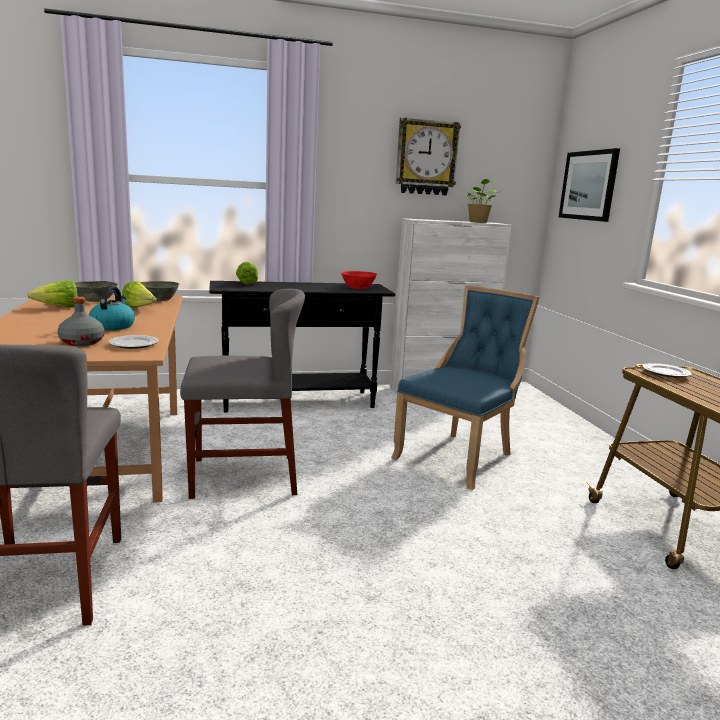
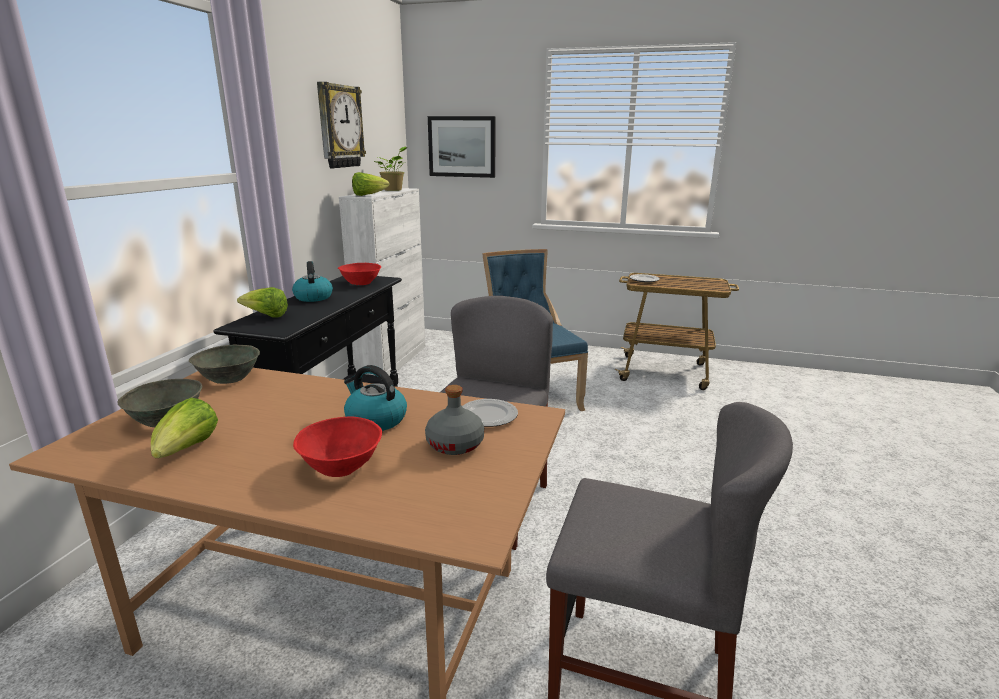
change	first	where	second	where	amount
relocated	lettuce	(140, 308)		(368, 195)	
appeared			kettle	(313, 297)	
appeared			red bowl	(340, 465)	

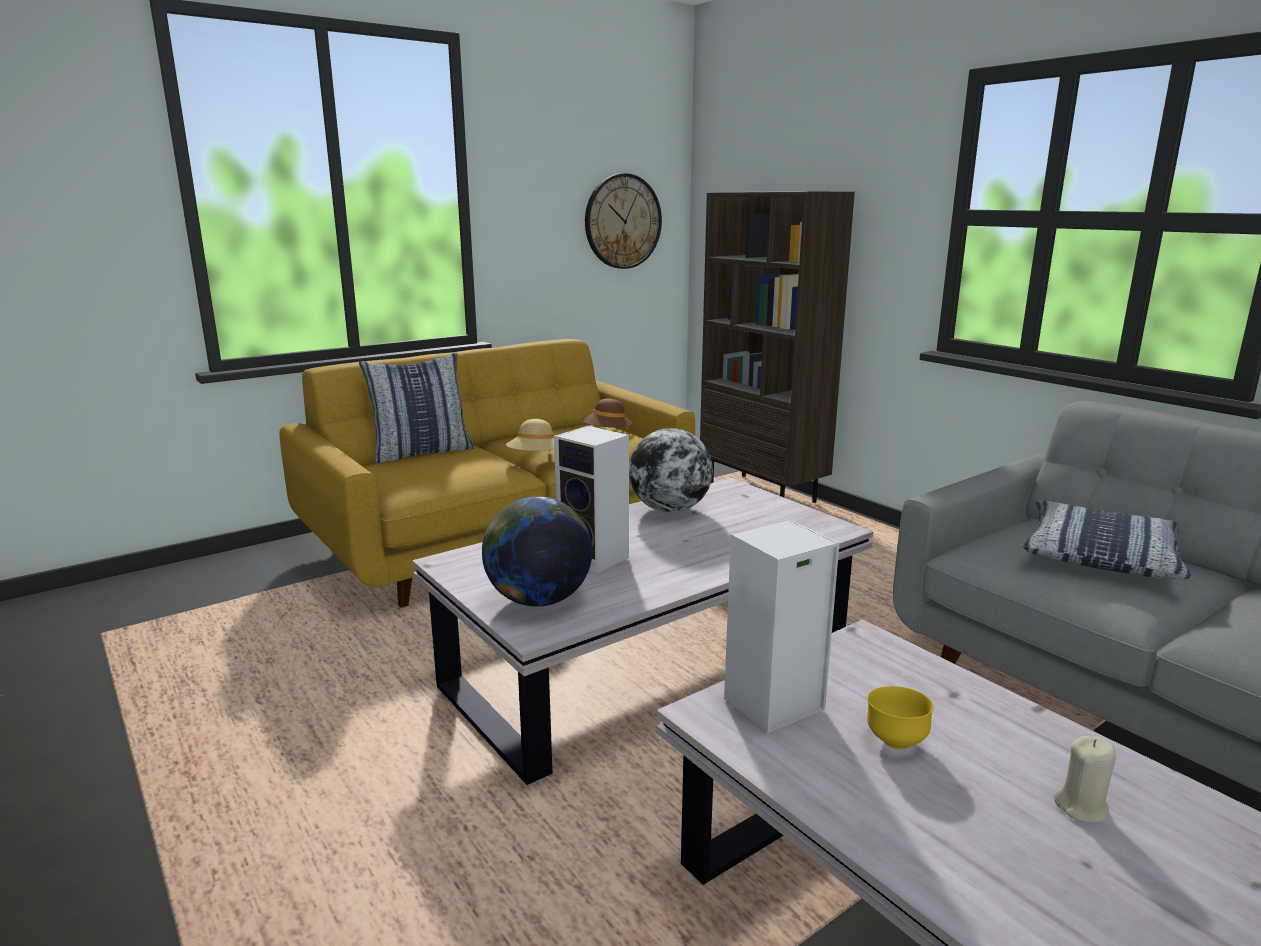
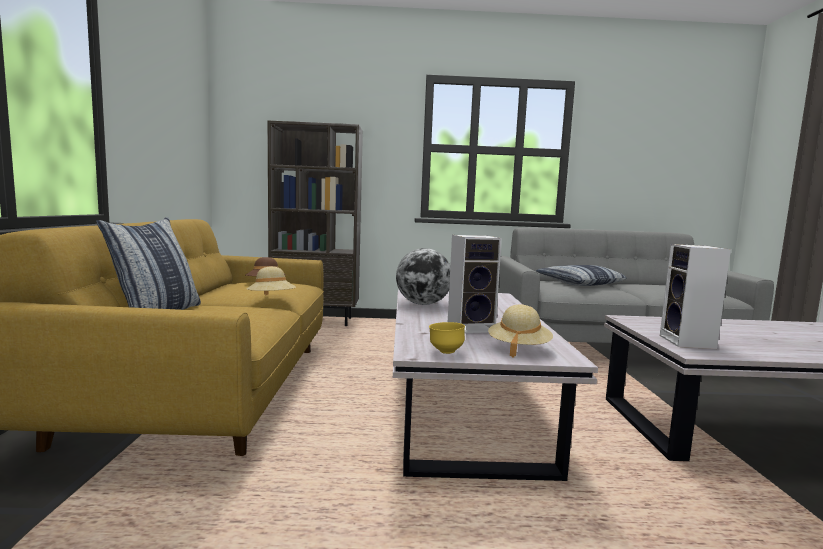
change	first	where	second	where	amount
exchanged	globe	(538, 600)	beige hat	(518, 348)	
missing	wall clock	(622, 221)			
relocated	yellow bowl	(895, 742)		(445, 352)	
missing	beige candle	(1081, 807)			

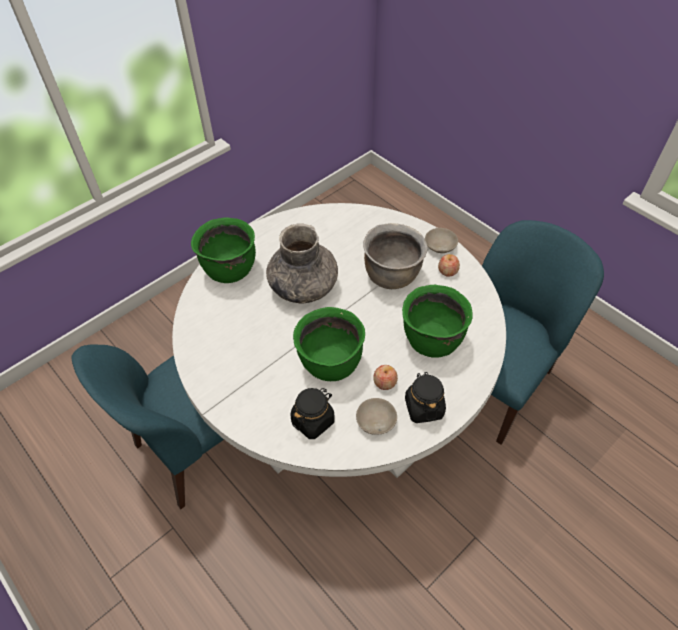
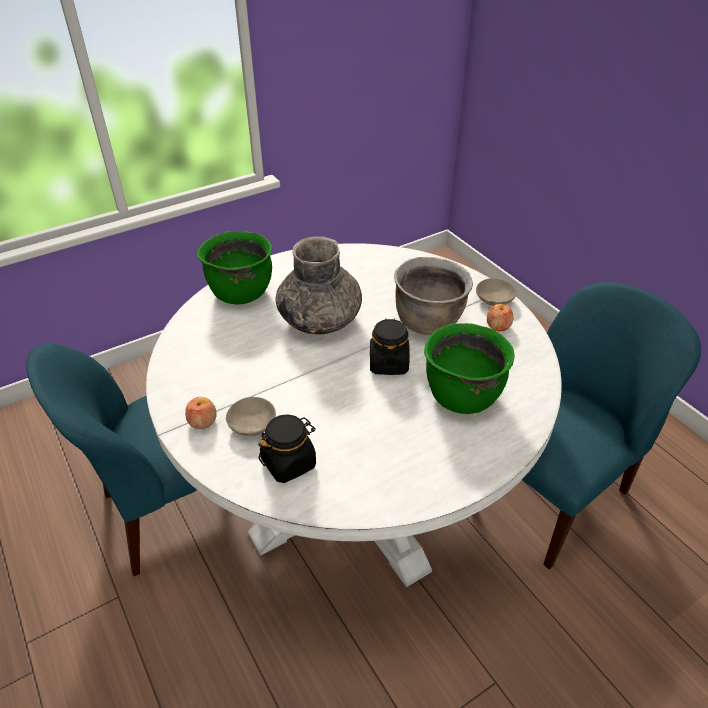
change	first	where	second	where	amount
missing	green cooking pot	(330, 364)			
relocated	beige bowl	(376, 420)		(254, 424)	
relocated	apple	(385, 382)		(202, 421)	
relocated	black jar	(423, 407)		(388, 363)	

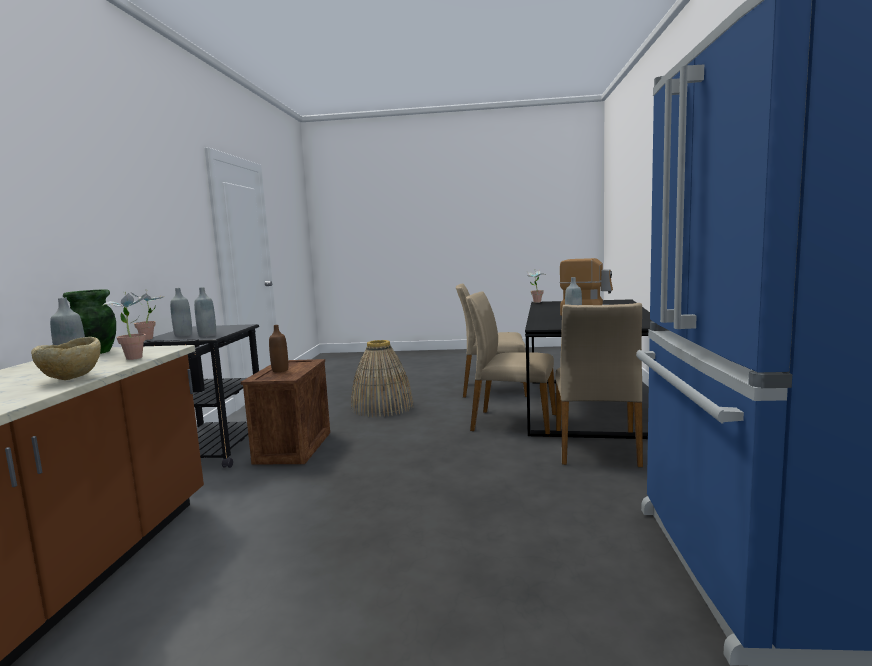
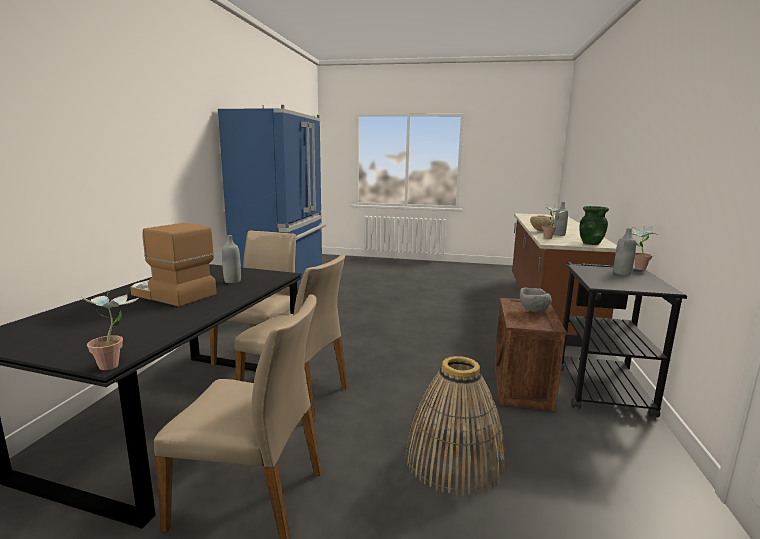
change	first	where	second	where	amount
missing	grey bottle	(207, 335)			
exchanged	brown bottle	(280, 370)	grey bowl	(533, 311)	

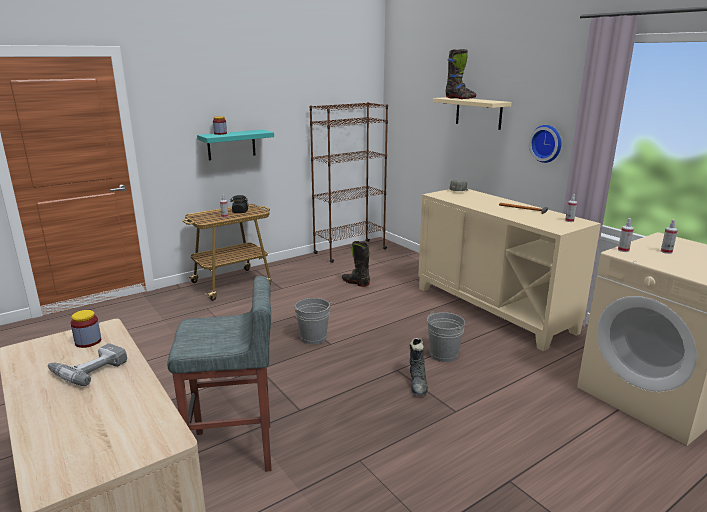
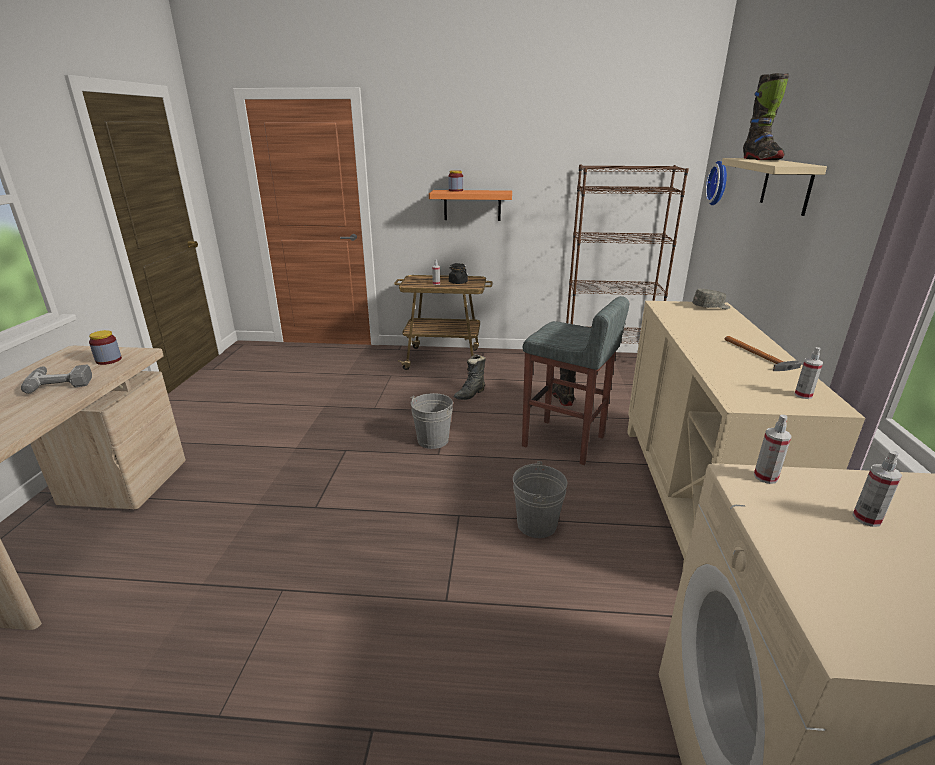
change	first	where	second	where	amount
relocated	grey stool	(234, 451)		(564, 442)	
colour	turquoise shelf	(231, 144)	orange shelf	(472, 205)	
relocated	black boot	(418, 384)		(470, 394)	
relocated	wall clock	(547, 143)		(719, 183)	

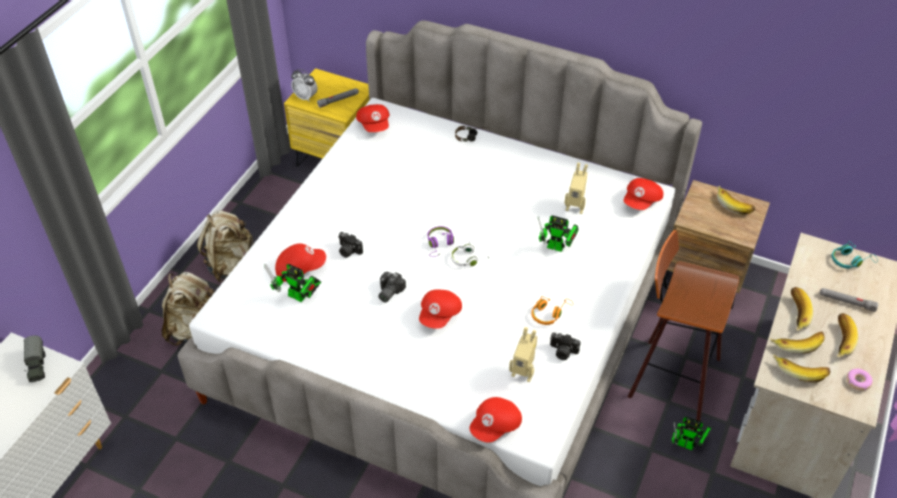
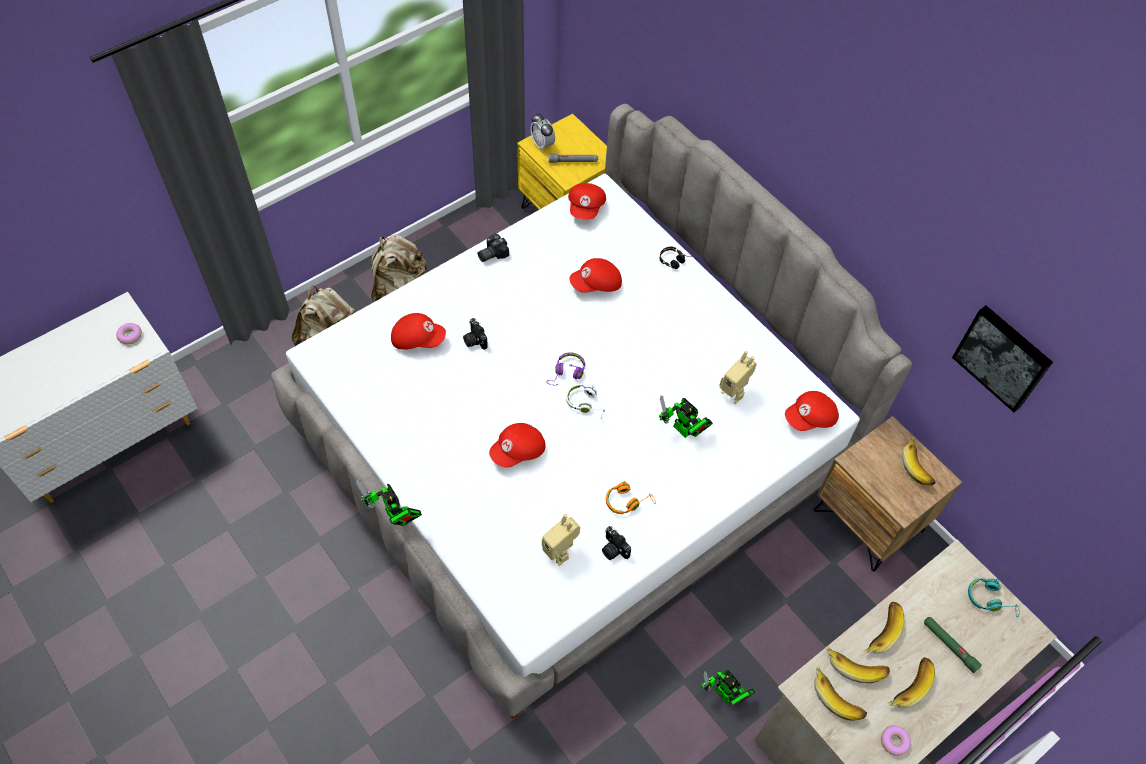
change	first	where	second	where	amount
exchanged	toy truck	(37, 365)	donut	(130, 336)	
relocated	toy robot	(299, 297)		(395, 518)	
relocated	photo camera	(388, 292)		(491, 253)	
relocated	red cap	(496, 426)		(596, 284)	
missing	stool	(670, 378)			
colour	grey flashlight	(846, 302)	green flashlight	(949, 645)	
appeared			picture	(1003, 357)	

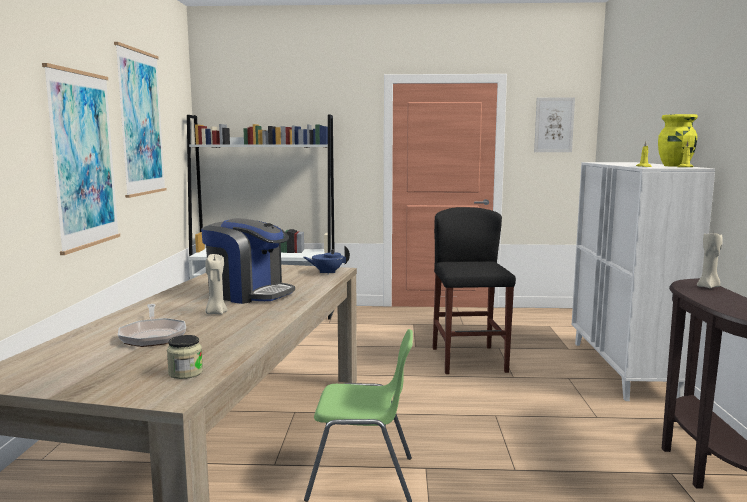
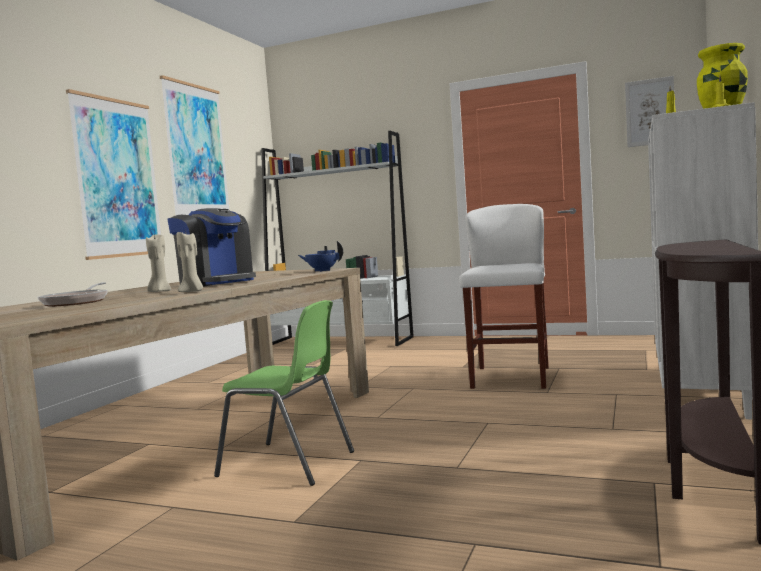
change	first	where	second	where	amount
missing	jar	(185, 373)			
colour	black stool	(469, 360)	white stool	(510, 377)	
relocated	beige candle	(708, 287)		(192, 292)	

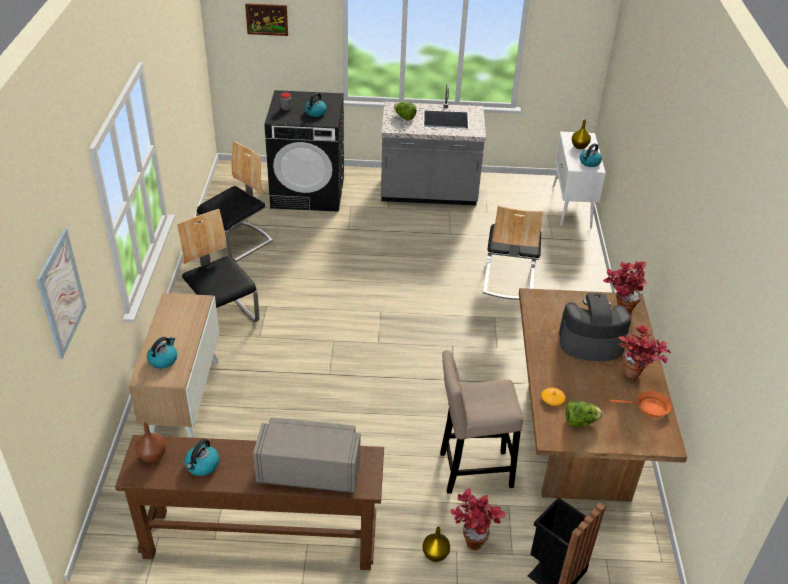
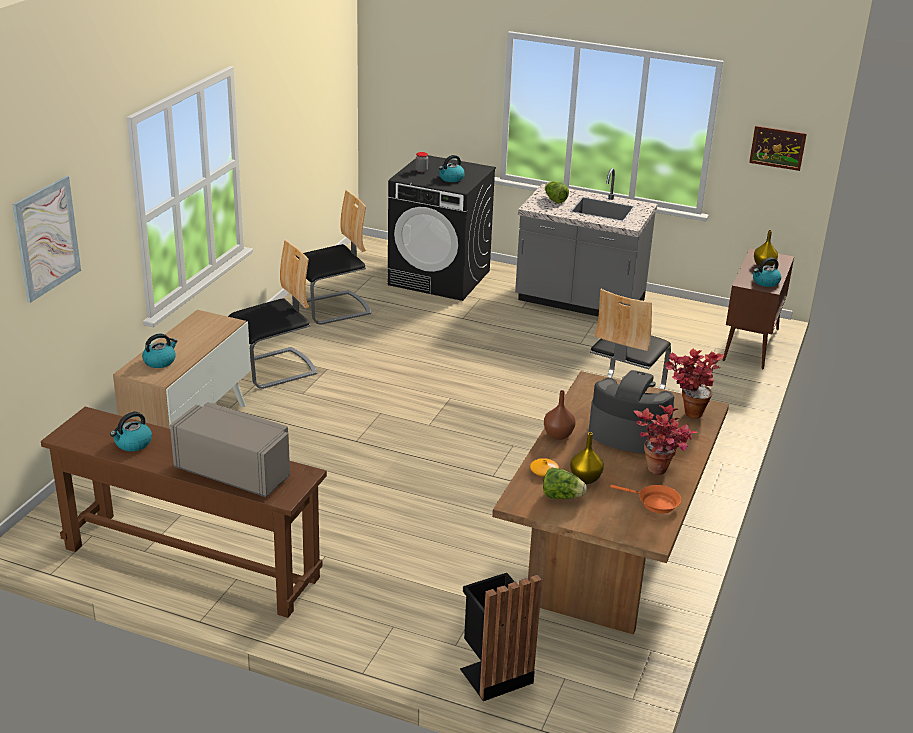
change	first	where	second	where	amount
relocated	brown vase	(152, 456)		(557, 435)	
spun	chair	(222, 317)		(274, 369)	75 degrees clockwise
relocated	picture	(267, 19)		(777, 147)	
relocated	yellow vase	(434, 554)		(584, 478)	
missing	beige stool	(471, 470)			
missing	potted plant	(472, 538)			
colour	white cabinet	(571, 207)	brown cabinet	(751, 345)	

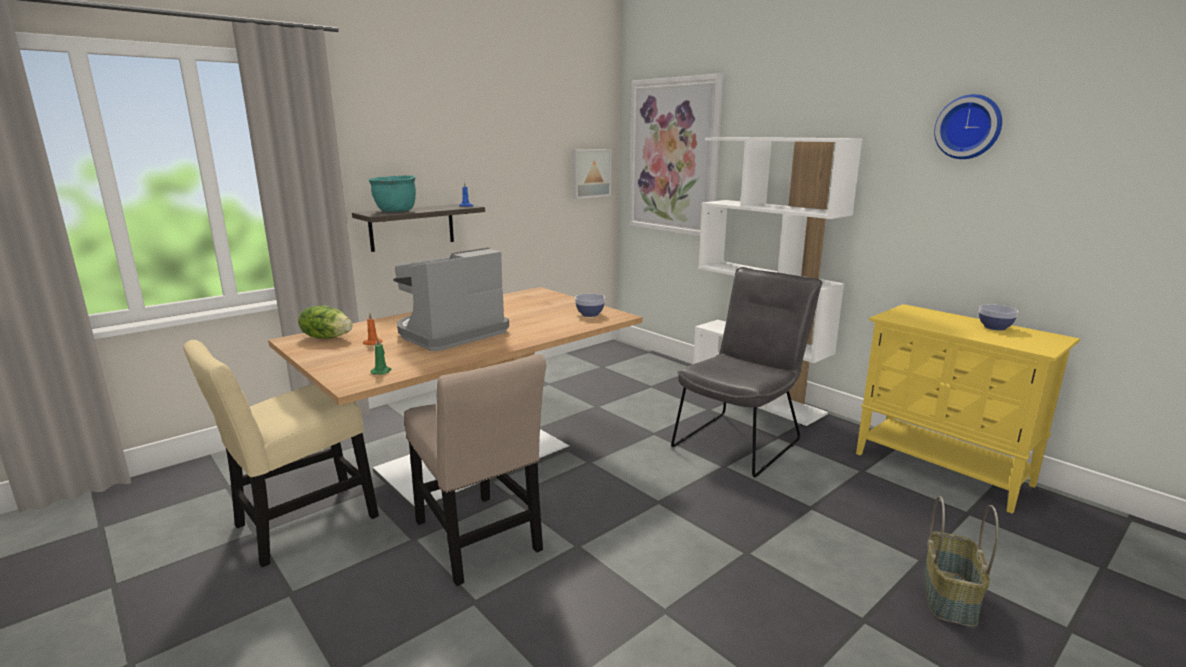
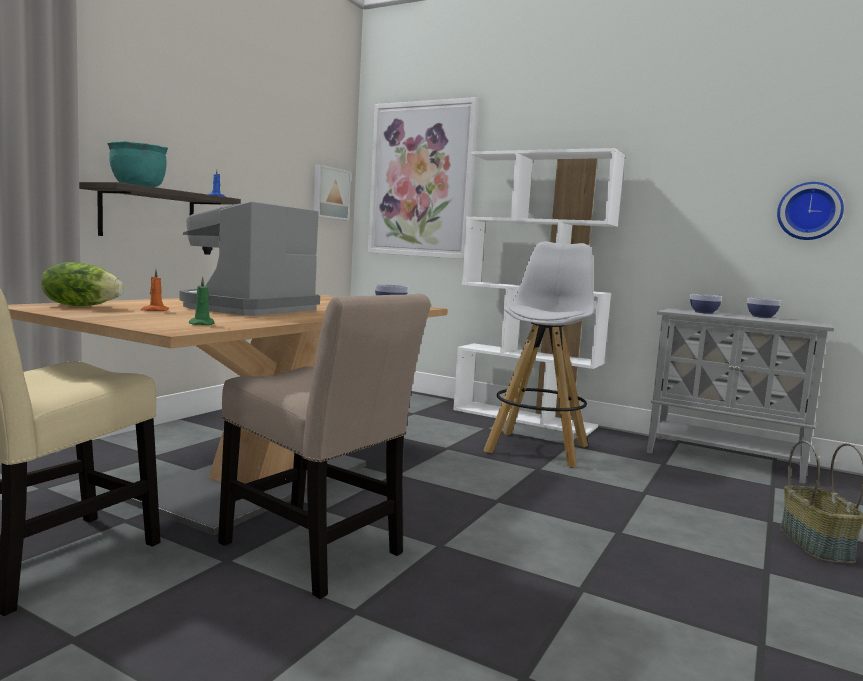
change	first	where	second	where	amount
exchanged	grey chair	(741, 440)	white stool	(537, 448)	
colour	yellow cabinet	(943, 469)	grey cabinet	(726, 459)	
relocated	wall clock	(969, 127)		(809, 211)	
appeared			bowl	(704, 312)	

